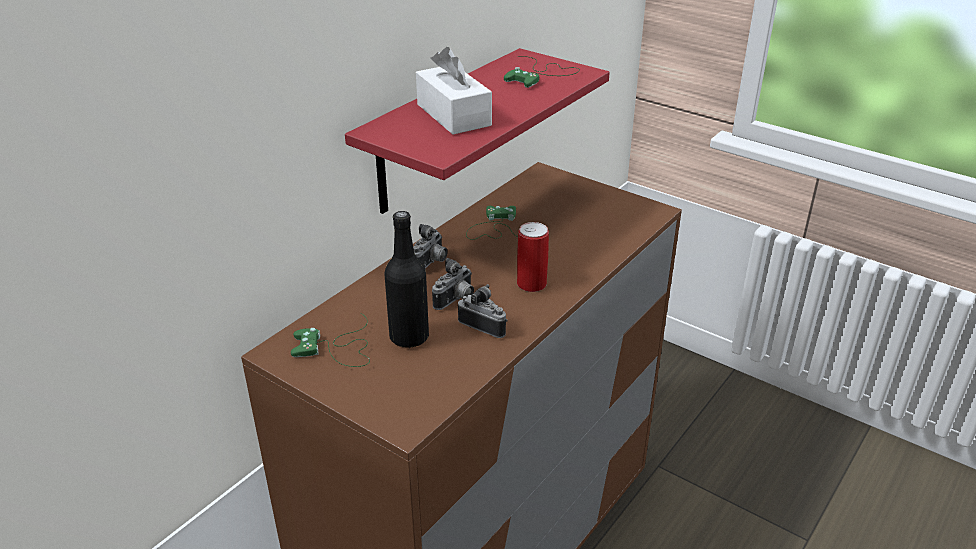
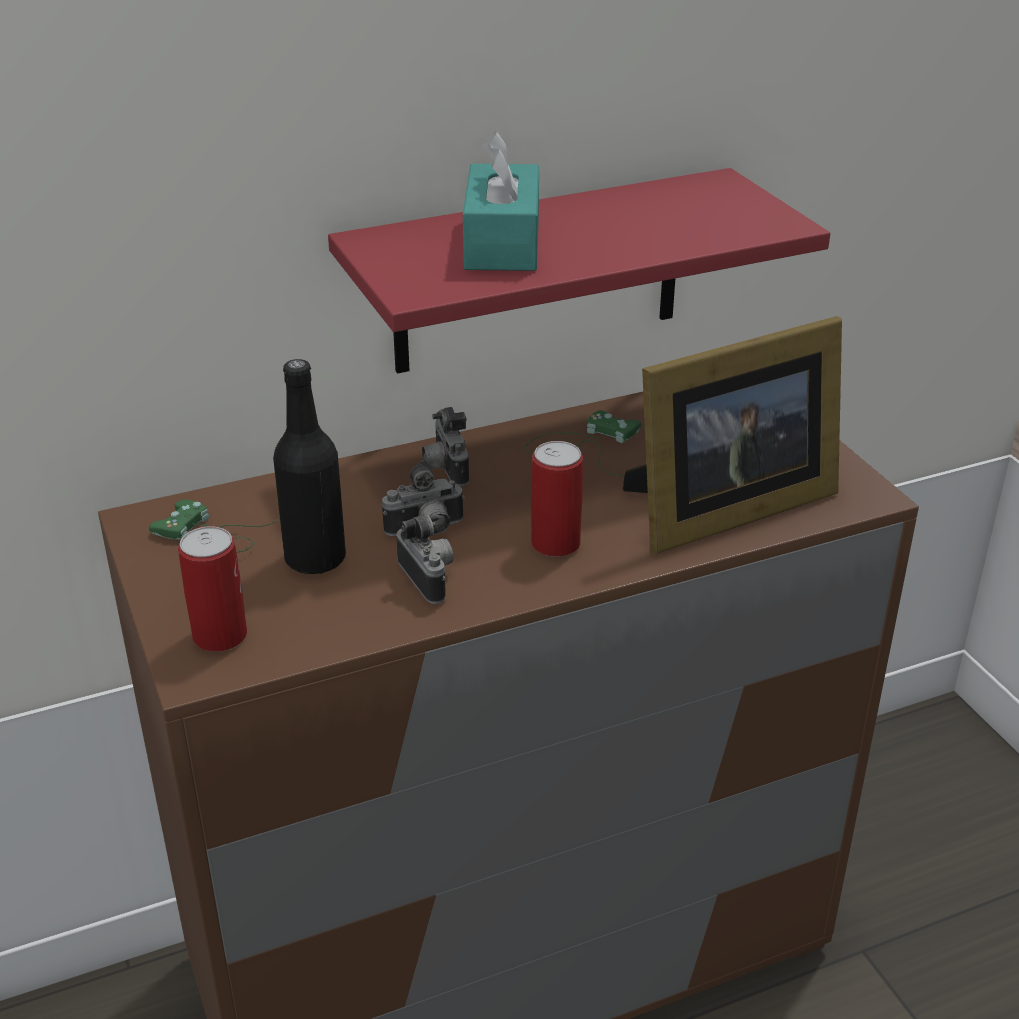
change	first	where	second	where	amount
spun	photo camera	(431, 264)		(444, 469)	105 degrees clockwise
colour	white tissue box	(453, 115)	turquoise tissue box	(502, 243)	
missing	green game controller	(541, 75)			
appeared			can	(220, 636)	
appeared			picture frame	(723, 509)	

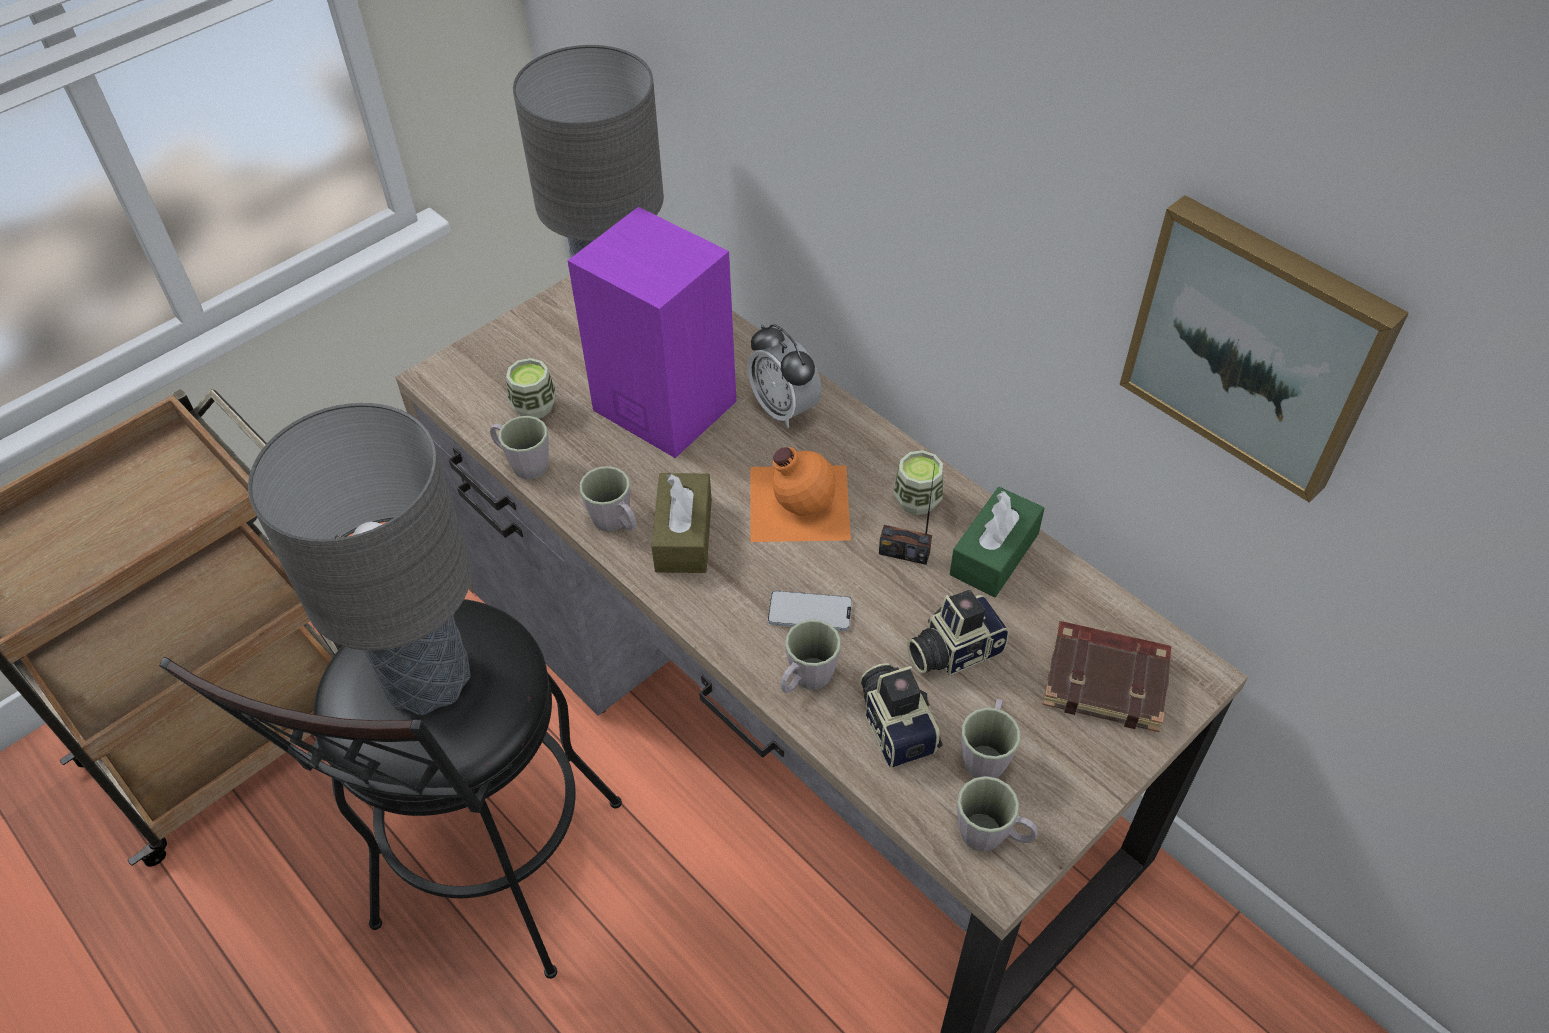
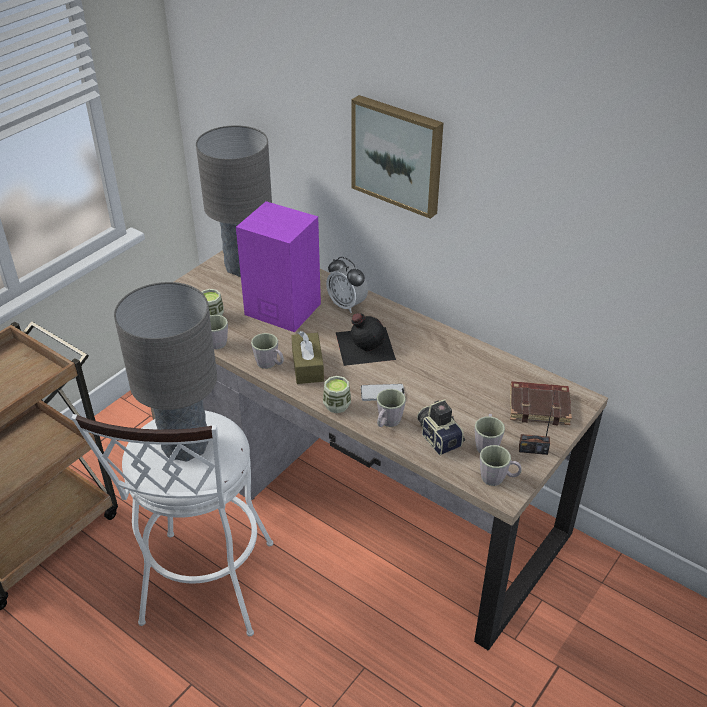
change	first	where	second	where	amount
colour	black stool	(489, 882)	white stool	(204, 593)	
colour	orange bottle	(797, 501)	black bottle	(364, 345)	
relocated	radio	(904, 552)		(533, 449)	
relocated	cup	(917, 500)		(337, 405)	
missing	photo camera	(952, 650)			
missing	green tissue box	(994, 554)			
relocated	picture	(1257, 345)		(398, 154)	

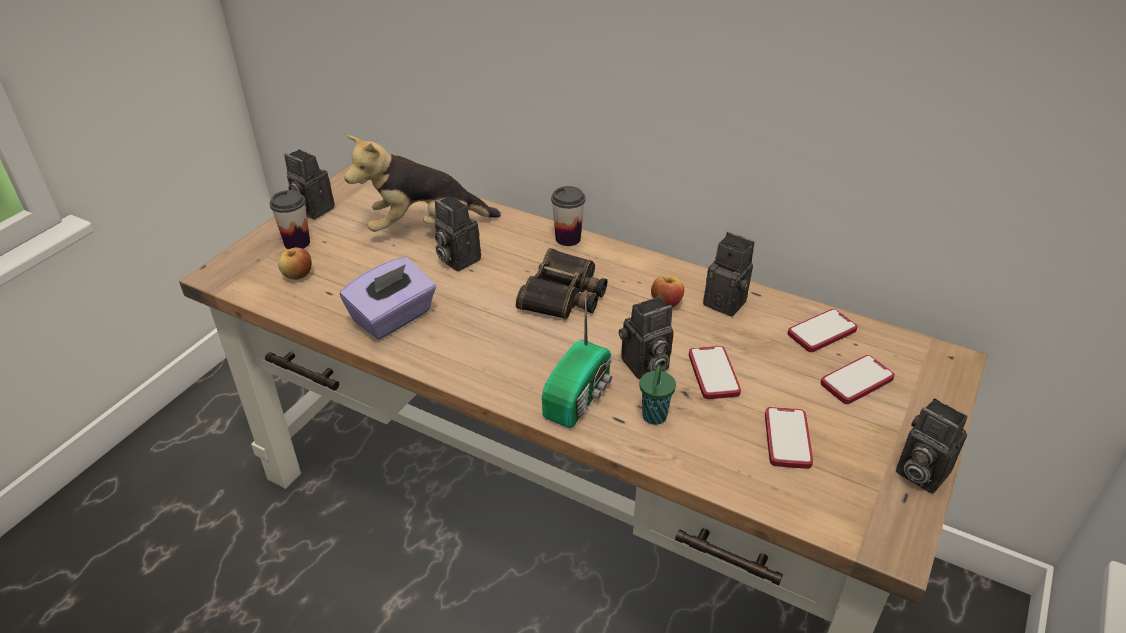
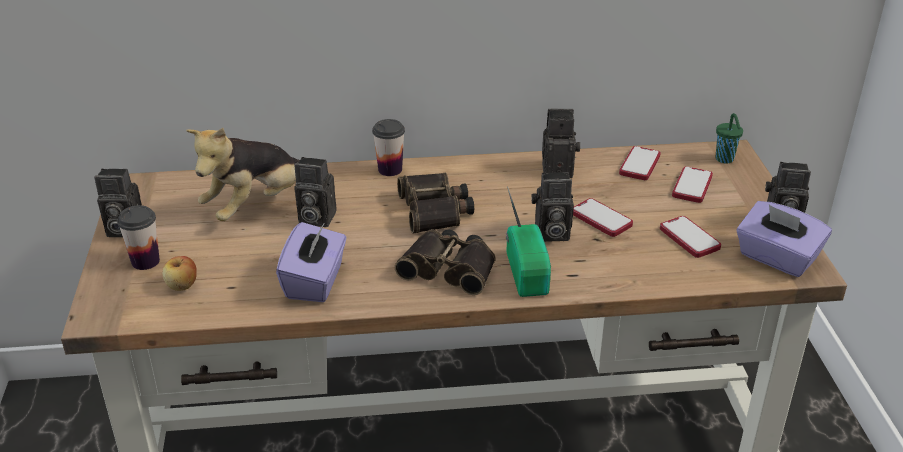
change	first	where	second	where	amount
spun	photo camera	(644, 366)		(550, 234)	60 degrees clockwise
relocated	green cup	(654, 417)		(725, 160)	
missing	apple	(666, 303)			
appeared			binoculars	(450, 268)	
appeared			purple tissue box	(776, 258)	

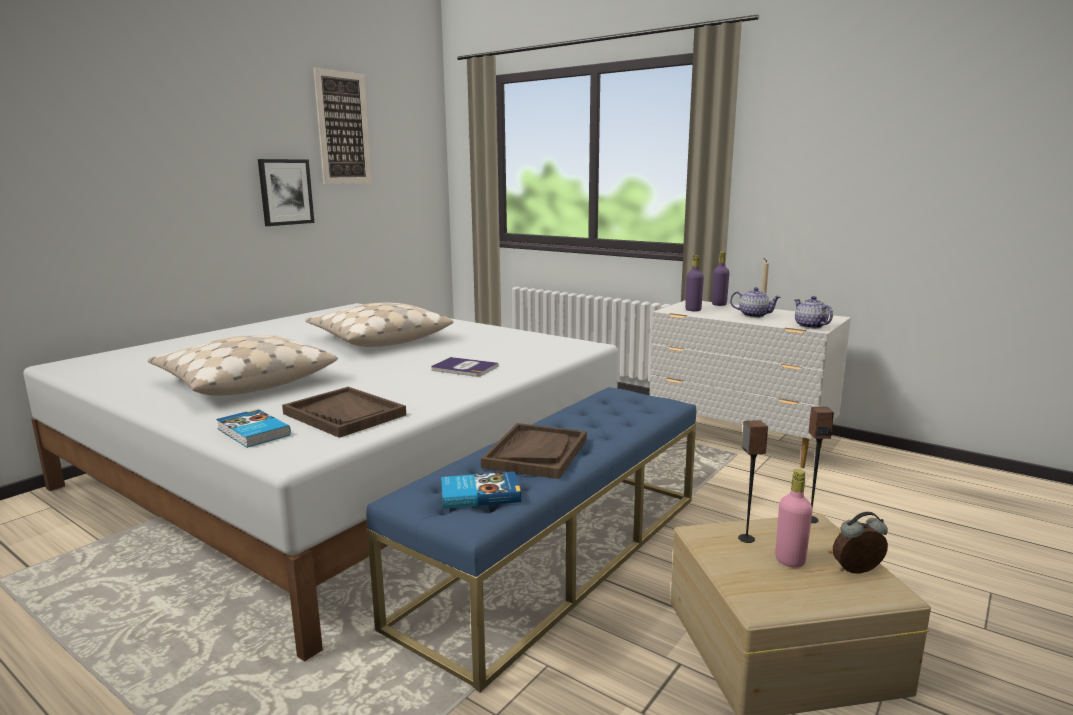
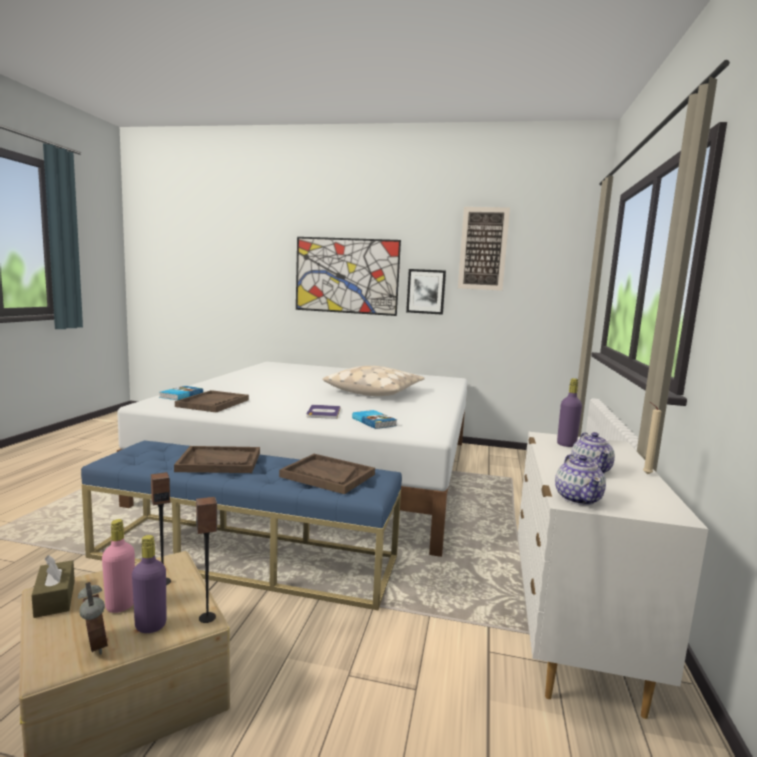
change	first	where	second	where	amount
missing	beige pillow	(244, 381)			
relocated	book	(479, 494)		(374, 422)	
relocated	purple bottle	(719, 304)		(150, 626)	
spun	teapot	(810, 326)		(578, 498)	135 degrees clockwise
appeared			brown tissue box	(55, 598)	
appeared			brown tray	(327, 475)	
appeared			picture	(346, 276)	

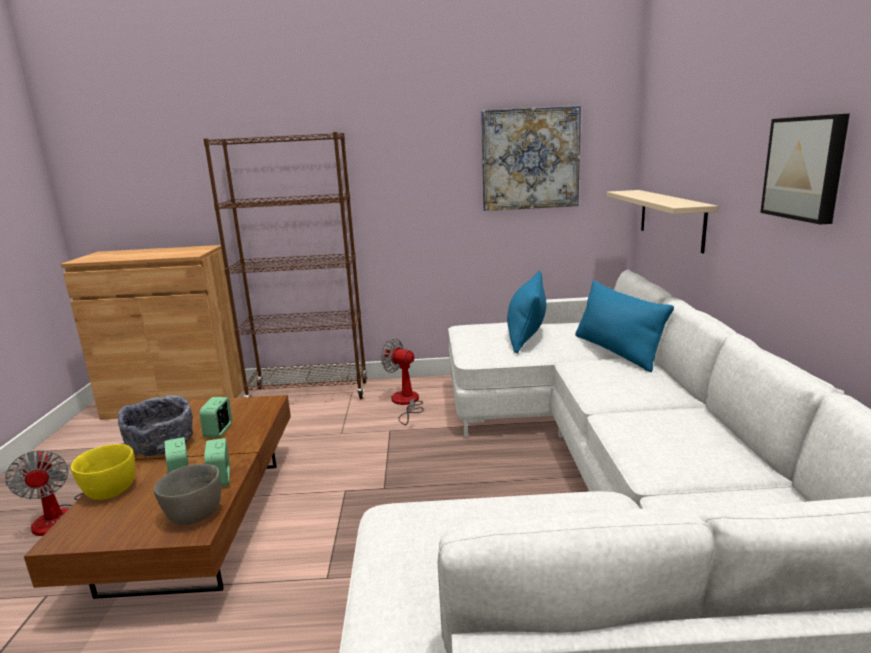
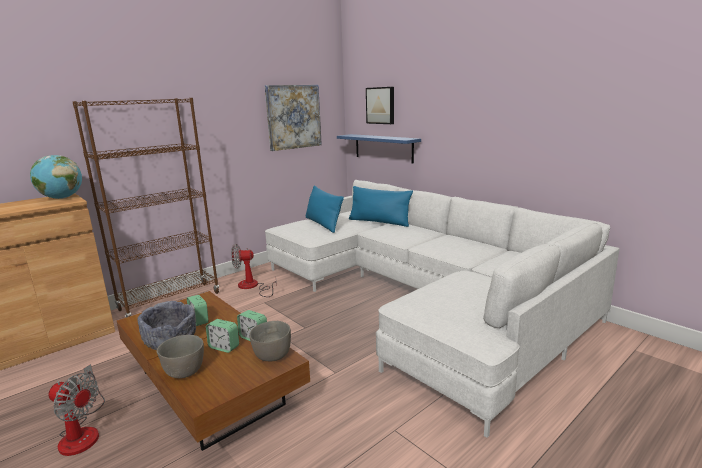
change	first	where	second	where	amount
colour	yellow bowl	(110, 491)	grey bowl	(185, 371)	
colour	beige shelf	(671, 218)	blue shelf	(383, 148)	
relocated	picture	(806, 168)		(381, 105)	
appeared			globe	(61, 198)	

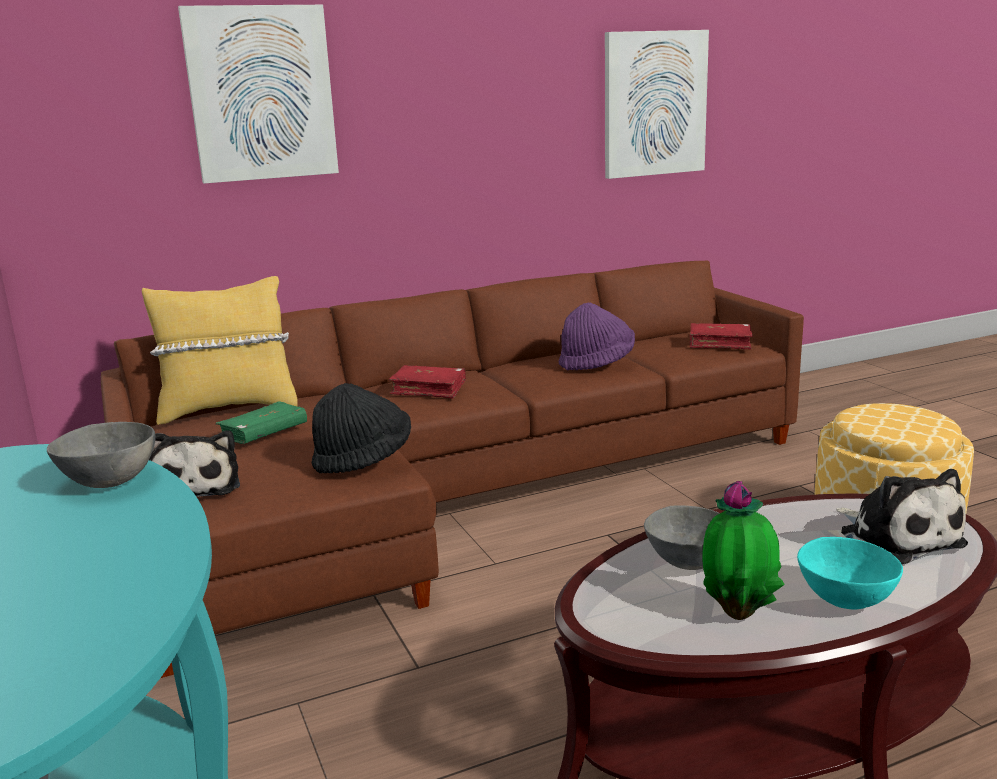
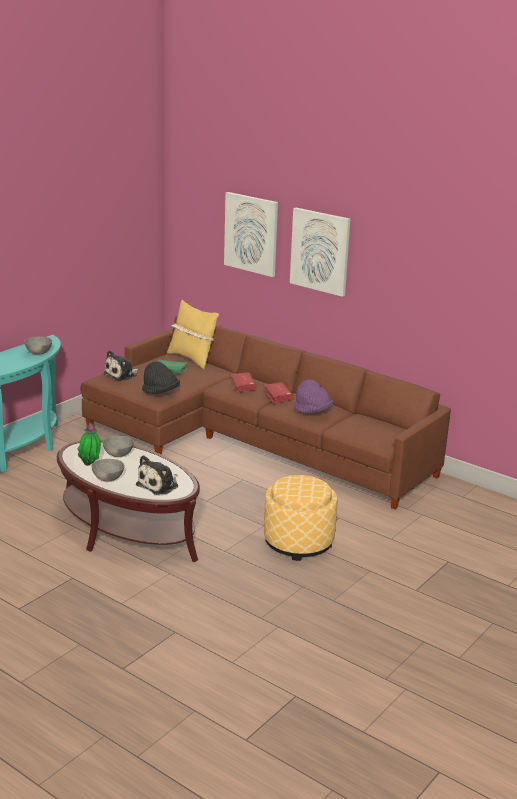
change	first	where	second	where	amount
relocated	picture	(654, 104)		(320, 251)	
relocated	red book	(719, 343)		(278, 397)	
colour	turquoise bowl	(845, 600)	grey bowl	(107, 478)	

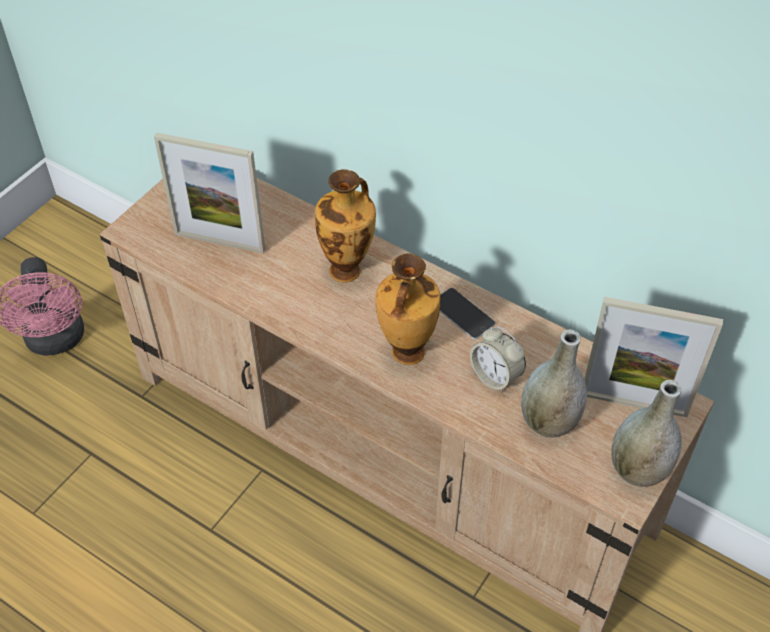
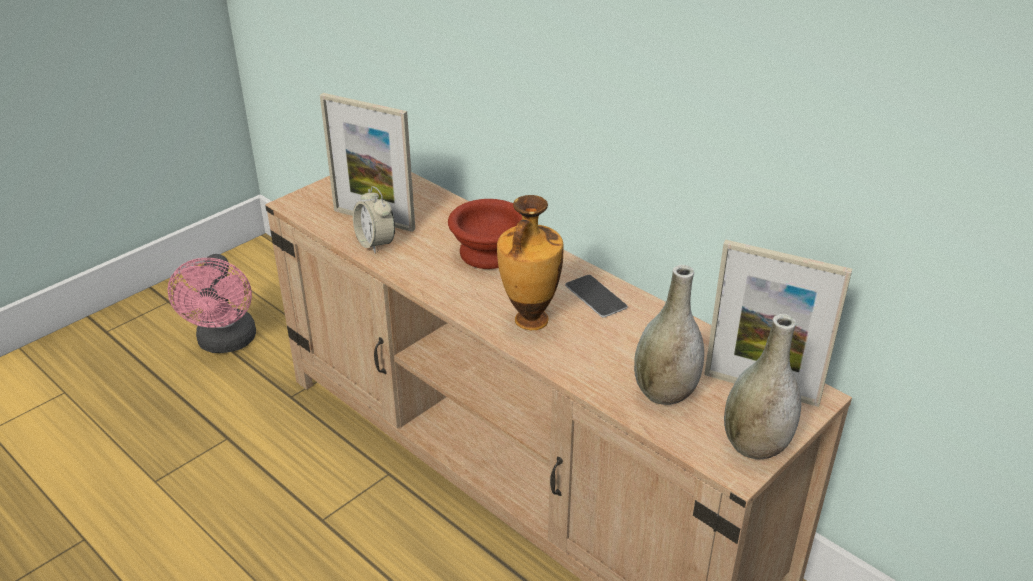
change	first	where	second	where	amount
exchanged	vase	(347, 270)	brown bowl	(489, 252)	
relocated	alarm clock	(495, 376)		(375, 243)	

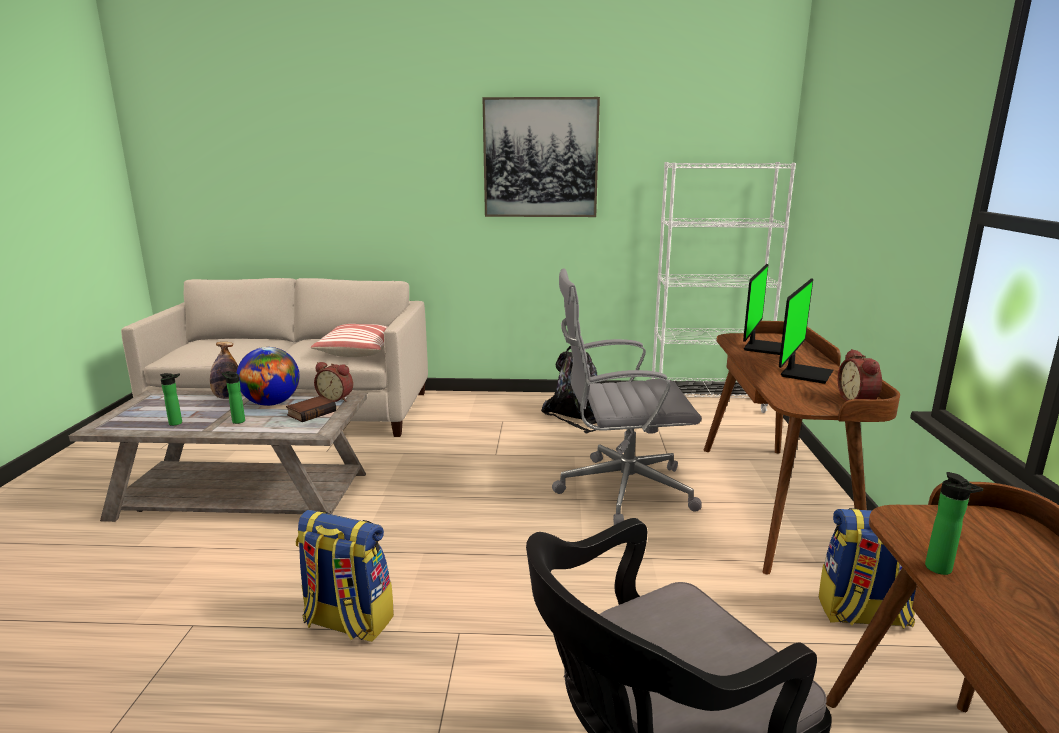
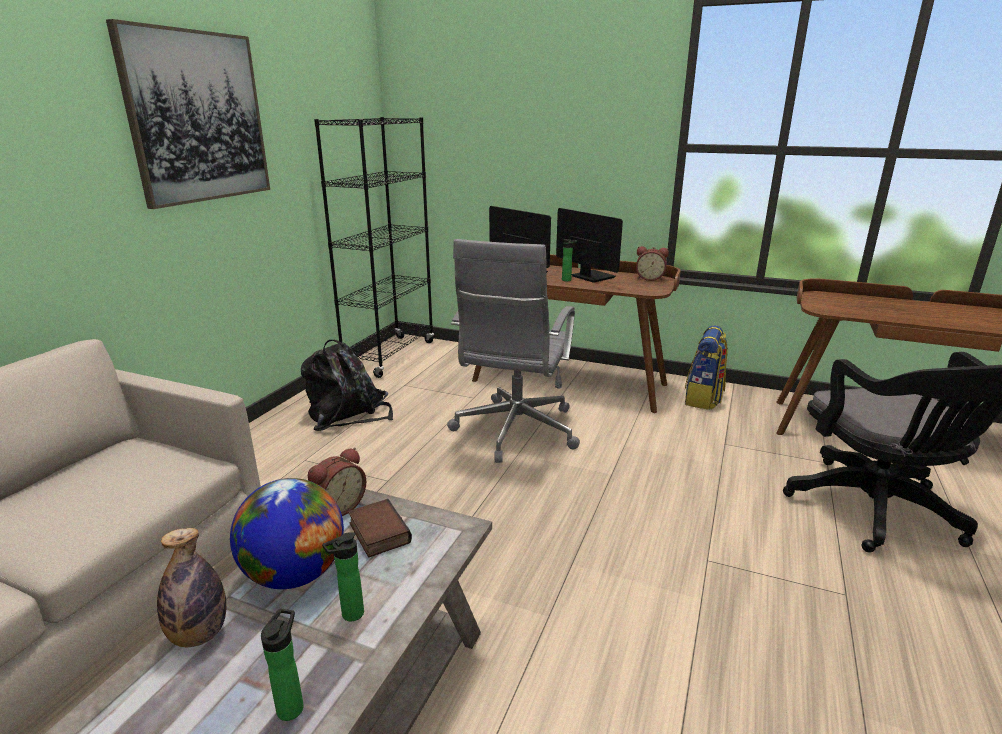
change	first	where	second	where	amount
missing	backpack	(347, 622)			
missing	pillow	(358, 351)			
colour	white bookcase	(706, 404)	black bookcase	(390, 356)	
relocated	bottle	(941, 570)		(568, 280)	

